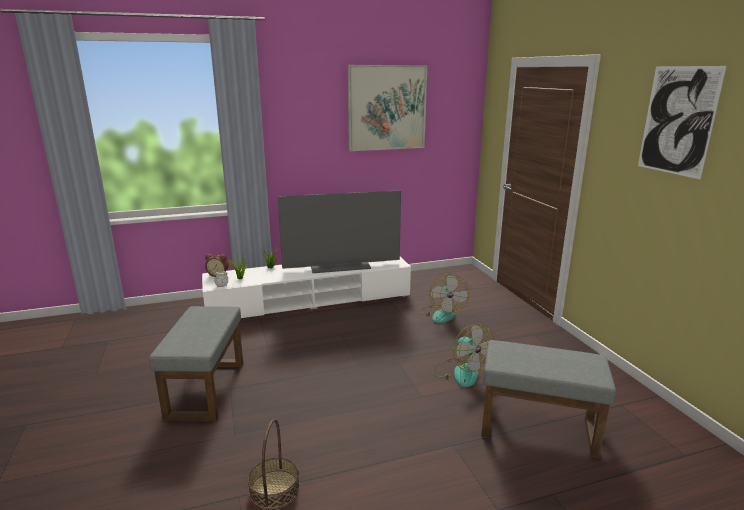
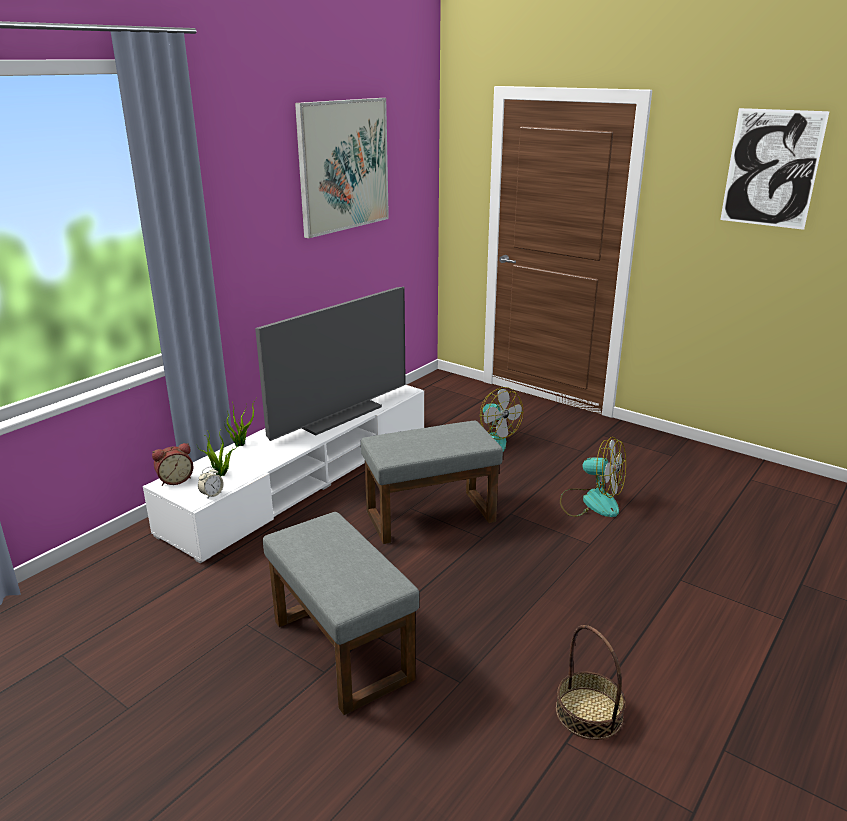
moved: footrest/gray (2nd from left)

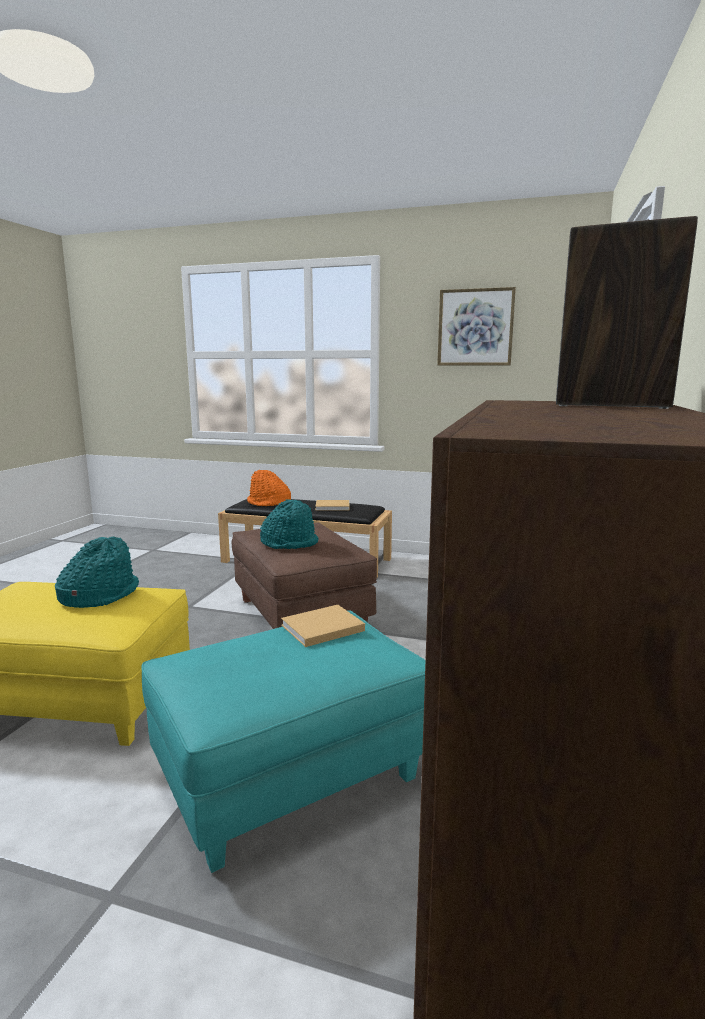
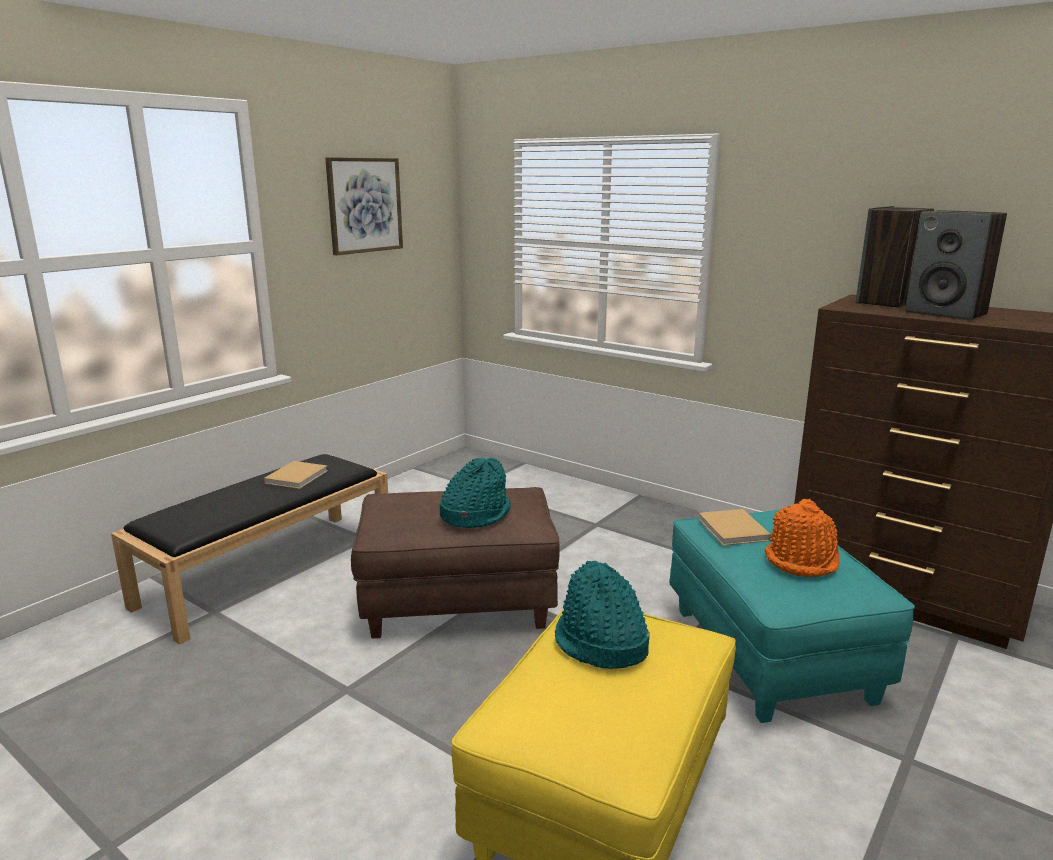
added: audio speaker (2nd from left)
moved: wearable hat/orange-coloured

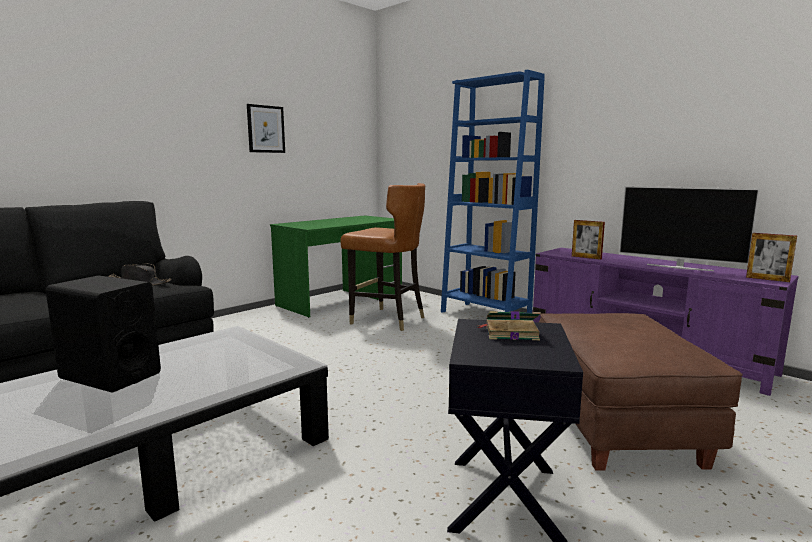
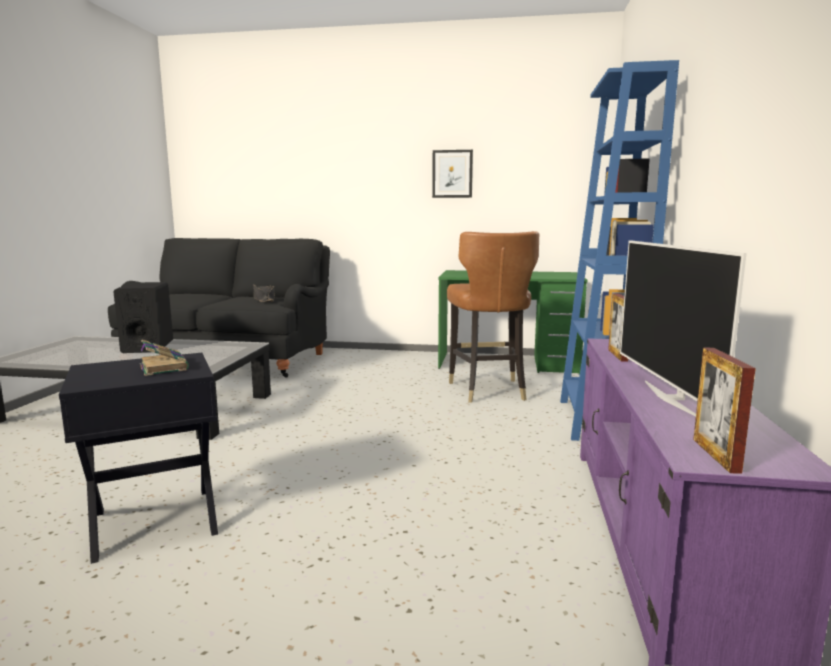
removed: footrest/brown-coloured

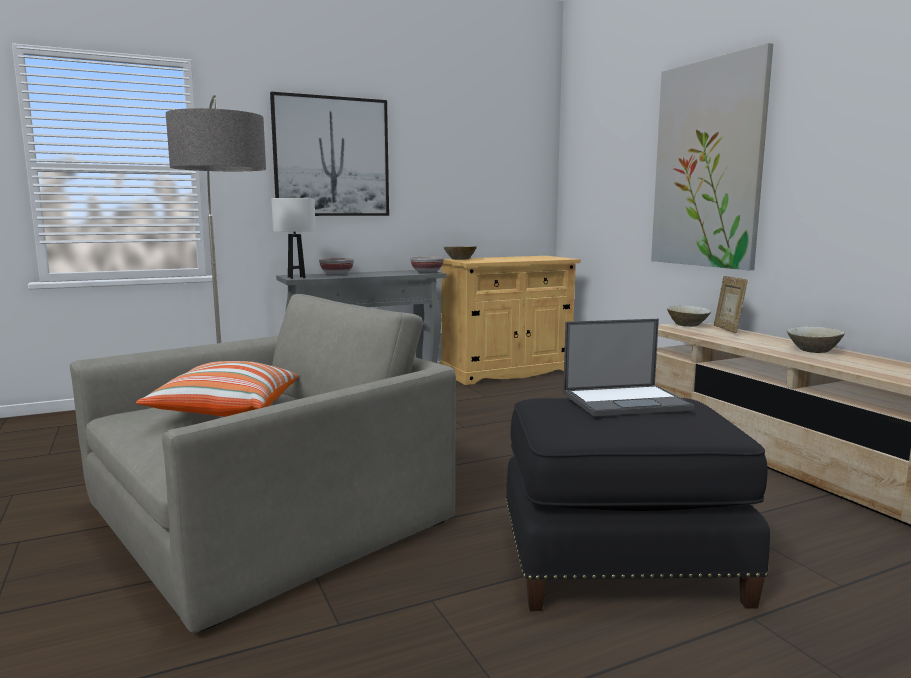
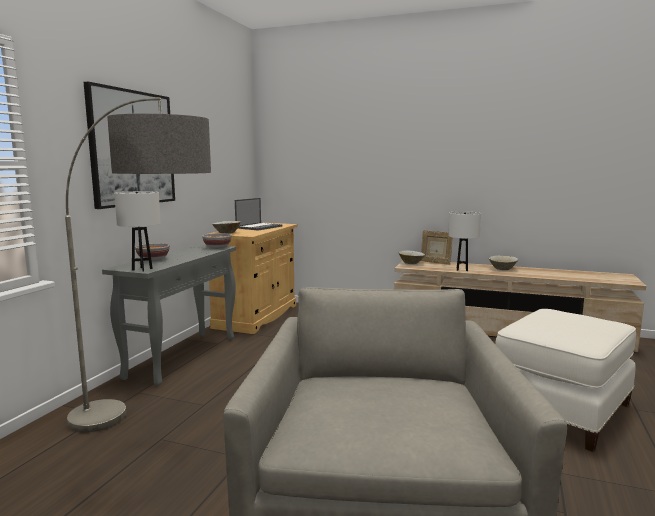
removed: throw pillow; picture (2nd from left)
added: table lamp/whitish (2nd from left)
moved: portable computer
recoloured: footrest/black to footrest/whitish

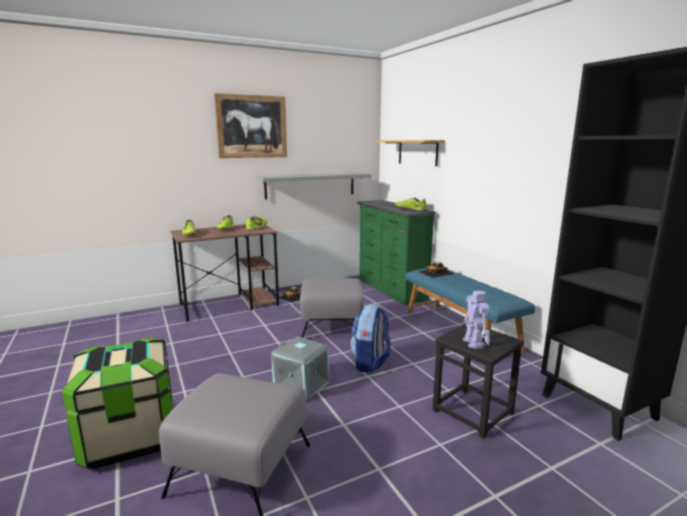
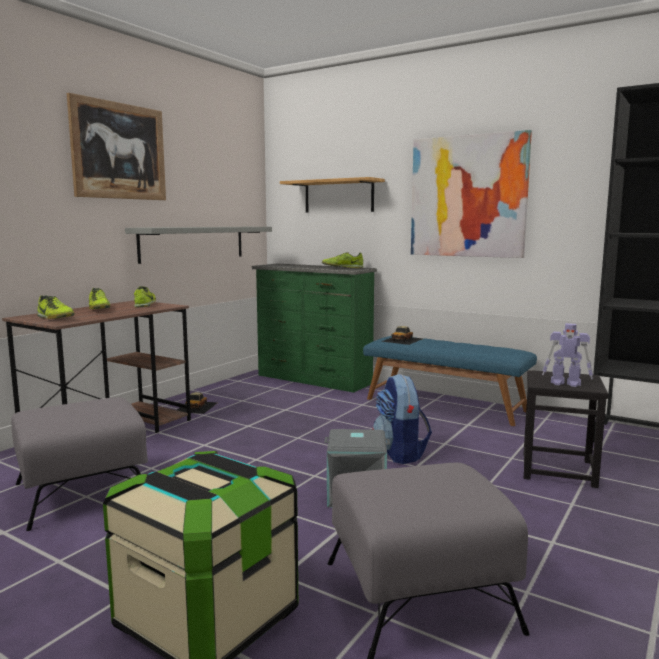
added: picture (2nd from left)
moved: footrest/gray (2nd from left in the first image) to footrest/gray (1st from left)
turned: robot figure 150 degrees clockwise

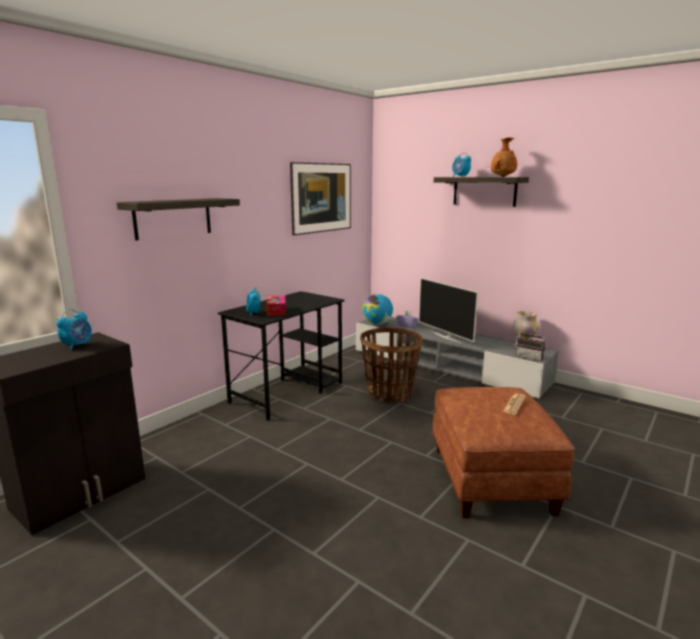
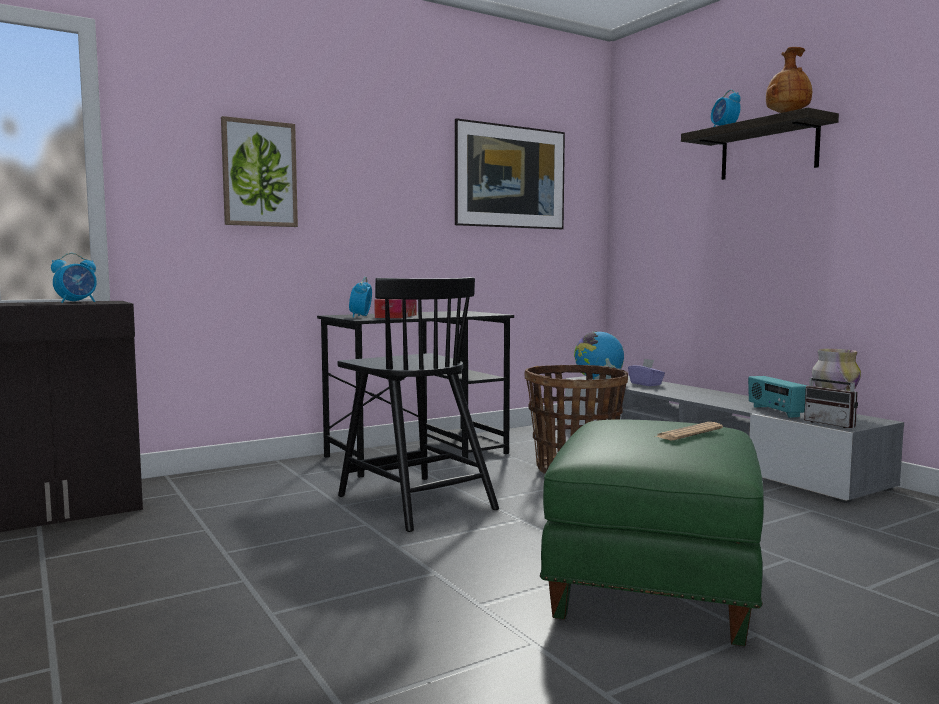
removed: television
added: chair/black; radio (1st from left)
replaced: shelf (1st from left) to picture (1st from left)
recoloured: footrest/brown-coloured to footrest/green

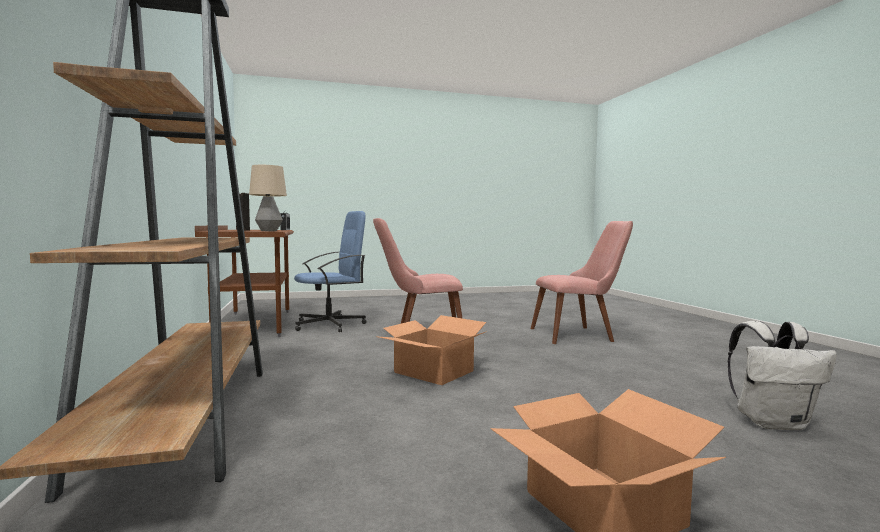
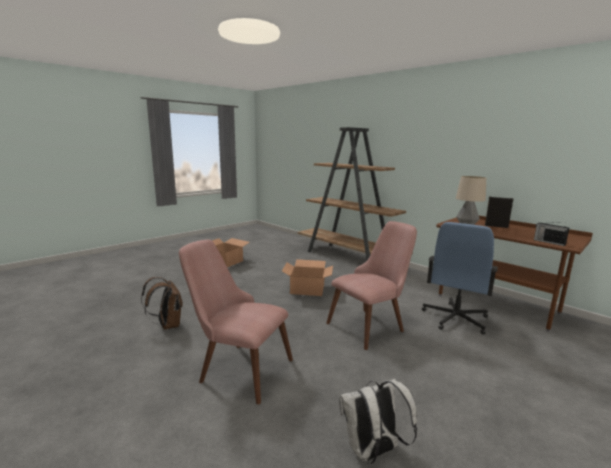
added: rucksack/brown-coloured
moved: rucksack/whitish
turned: chair/pinkish (2nd from left in the first image) 60 degrees clockwise

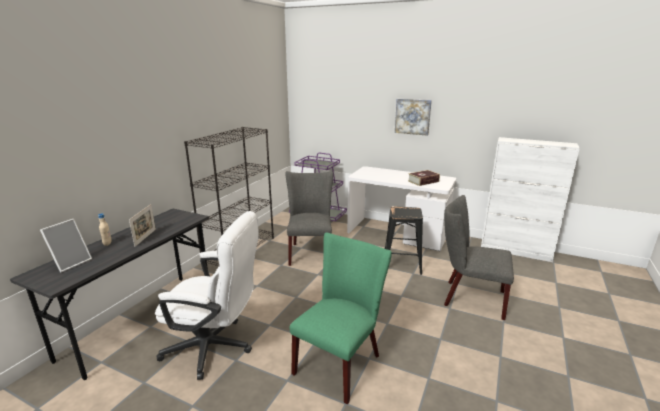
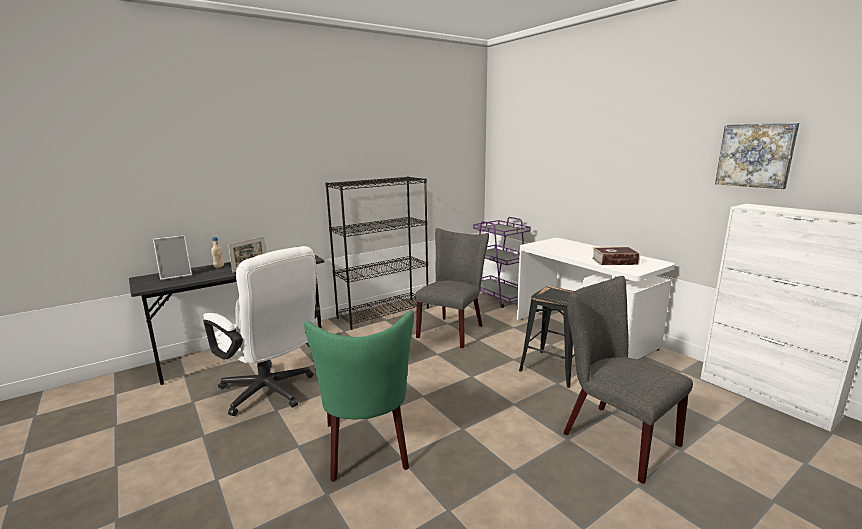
moved: picture
turned: chair/green 105 degrees clockwise

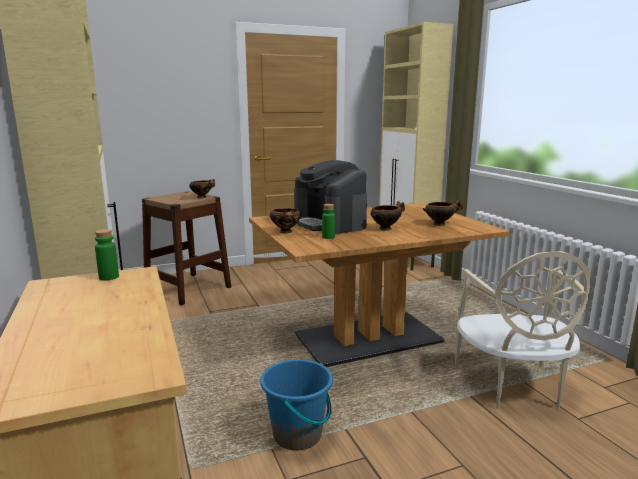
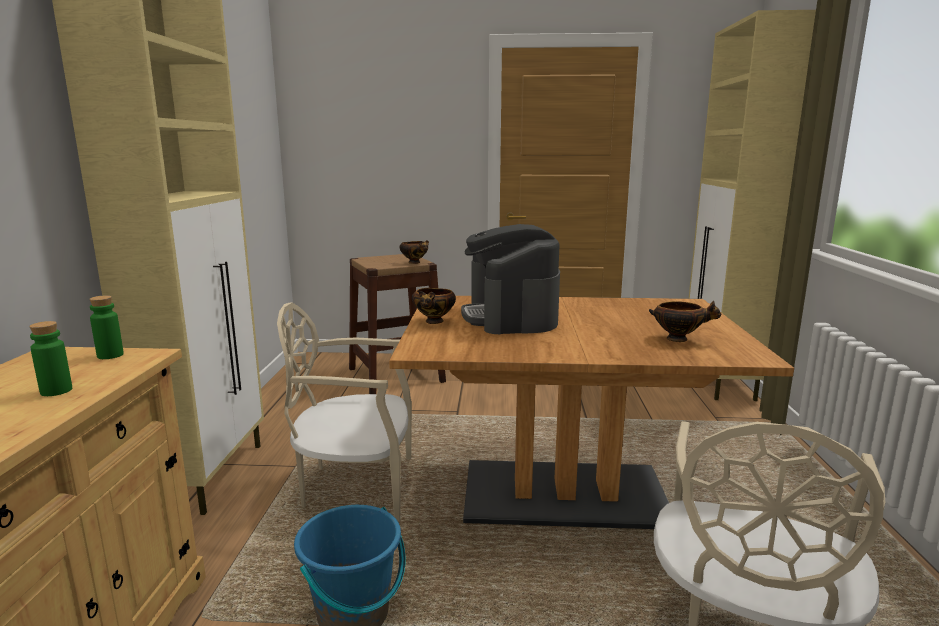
removed: serving bowl (3rd from left)
added: chair/beige-coloured (1st from left)
moved: beverage bottle/green (2nd from left in the first image) to beverage bottle/green (1st from left)

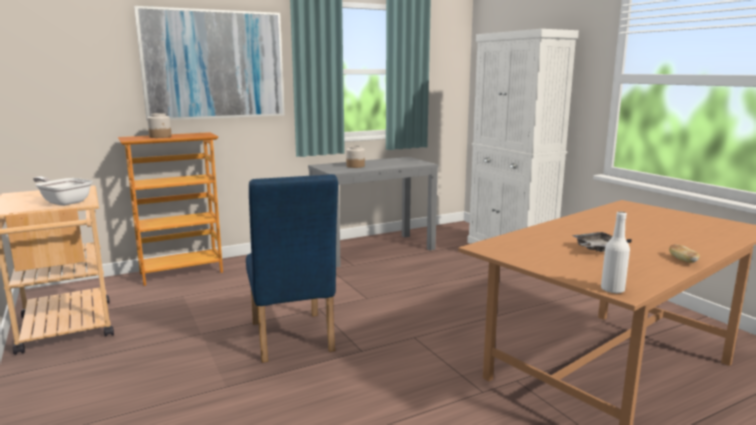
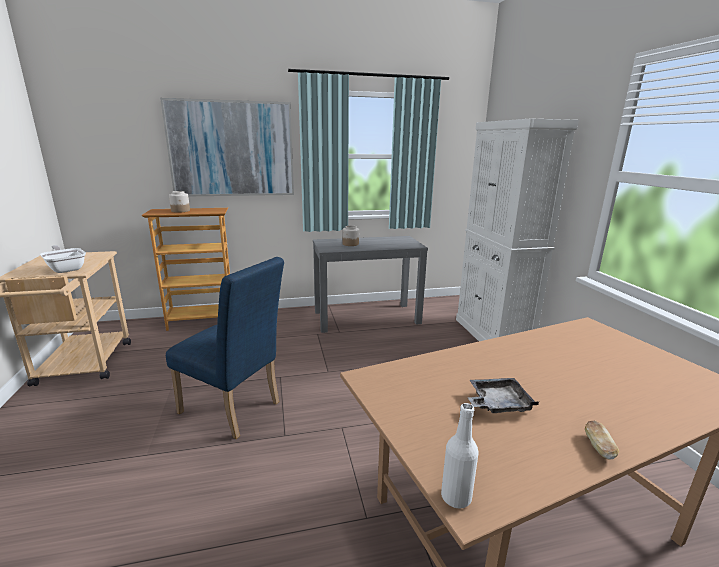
turned: chair/blue 60 degrees counterclockwise

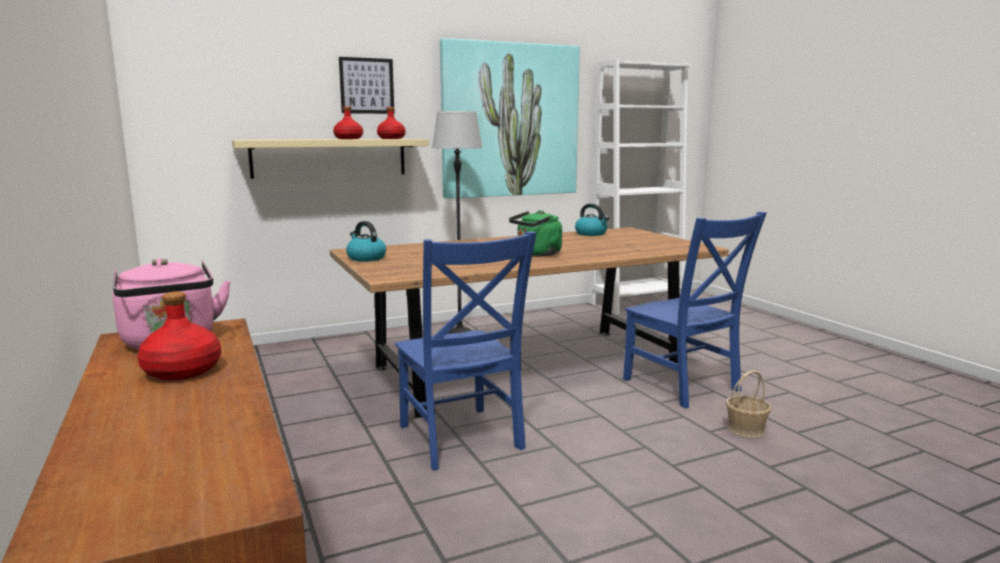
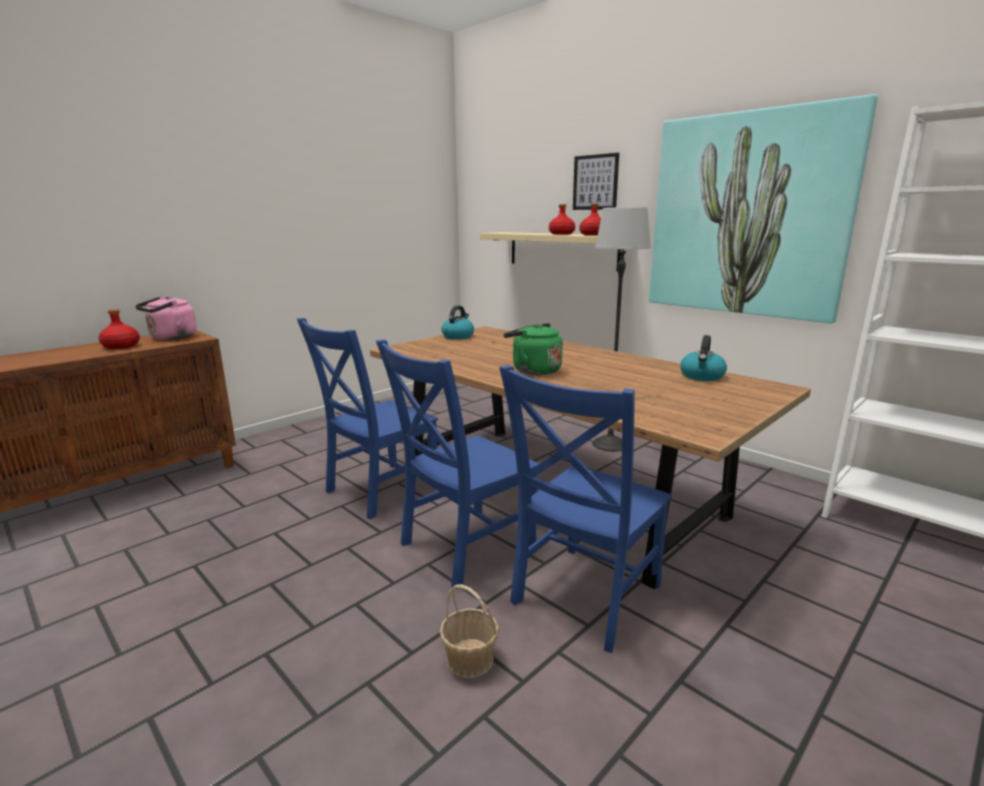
added: chair/blue (2nd from left)

